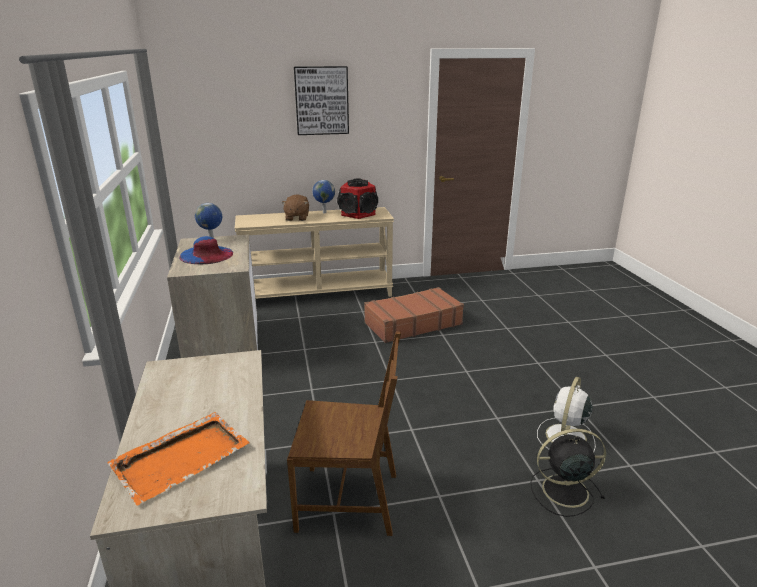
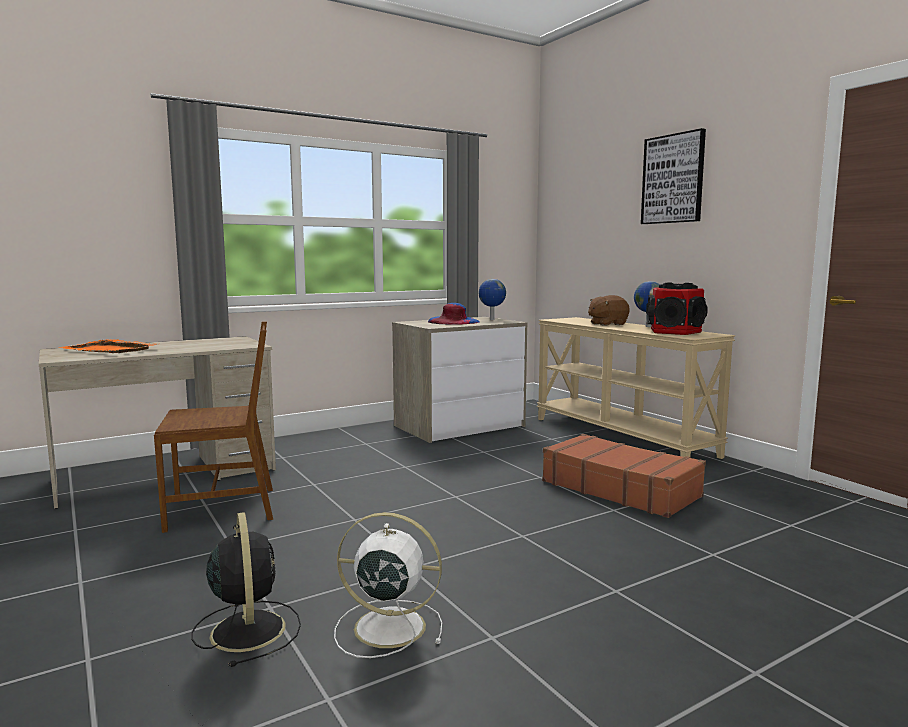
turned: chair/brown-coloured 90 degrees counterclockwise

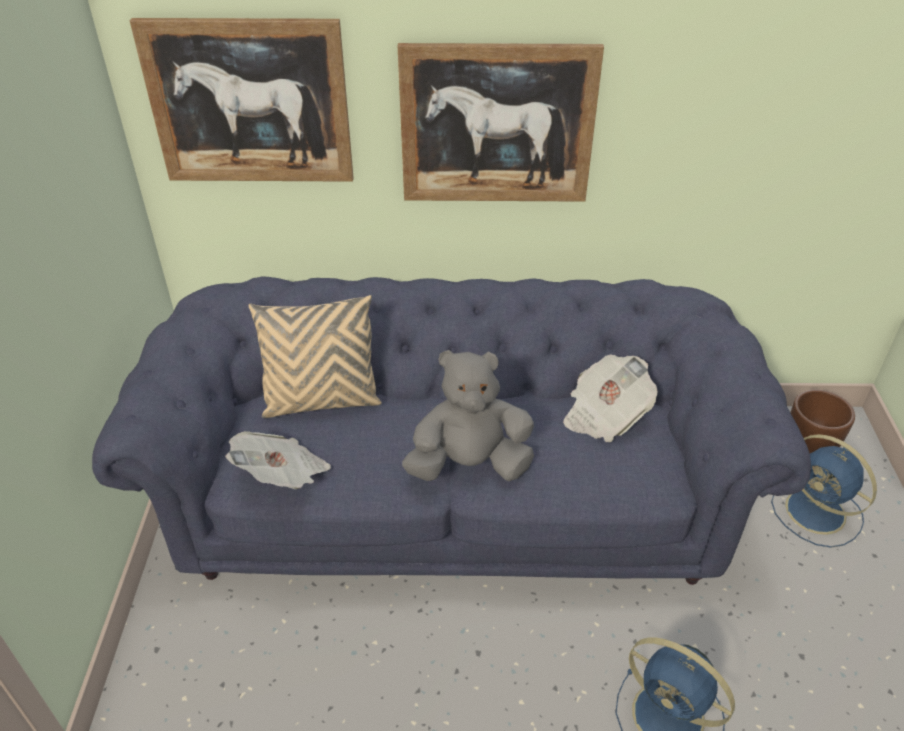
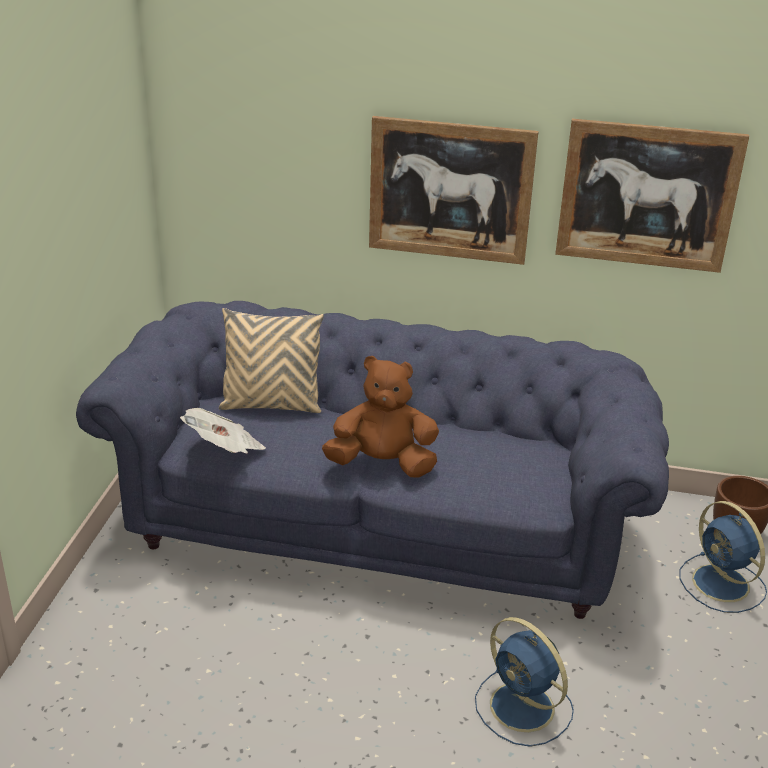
removed: printed paper (2nd from left)
moved: picture (1st from left in the first image) to picture (2nd from left)
recoloured: plush toy/gray to plush toy/brown-coloured

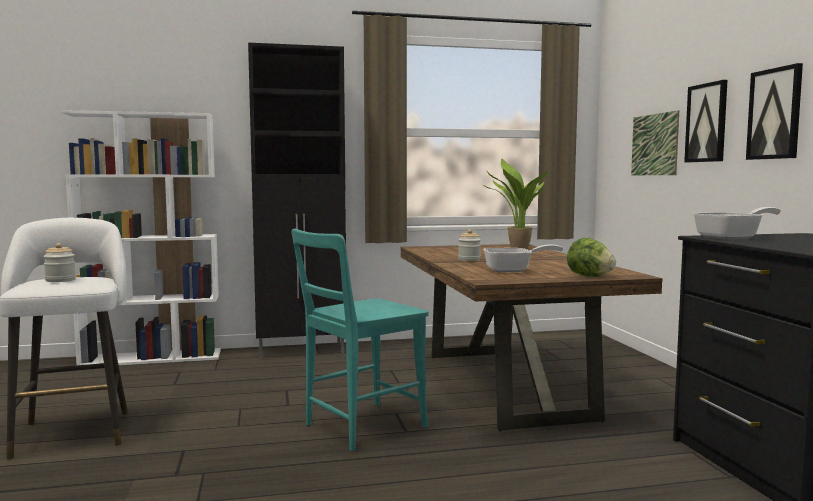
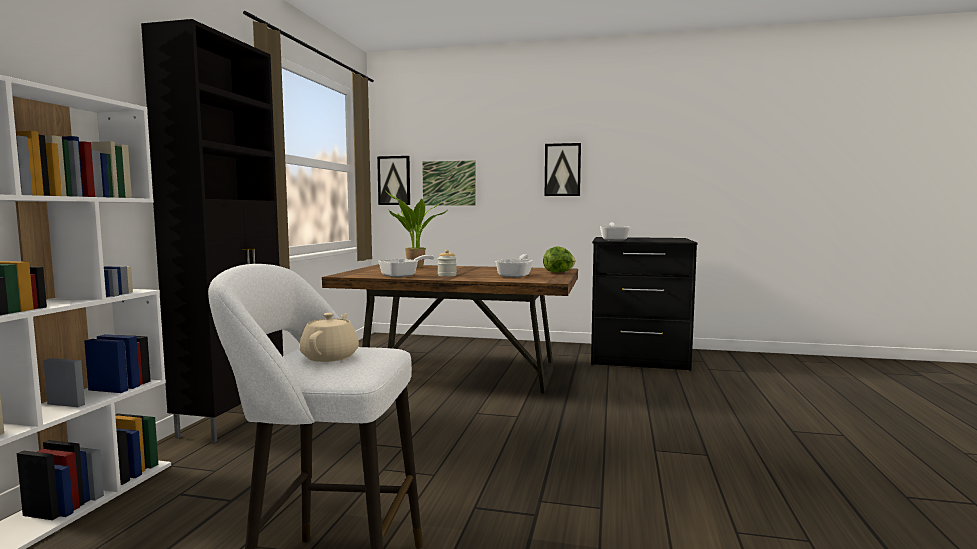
removed: chair/blue-green
added: frying pan (1st from left)
moved: picture (2nd from left in the first image) to picture (1st from left)
replaced: storage jar (1st from left) to teapot/beige-coloured

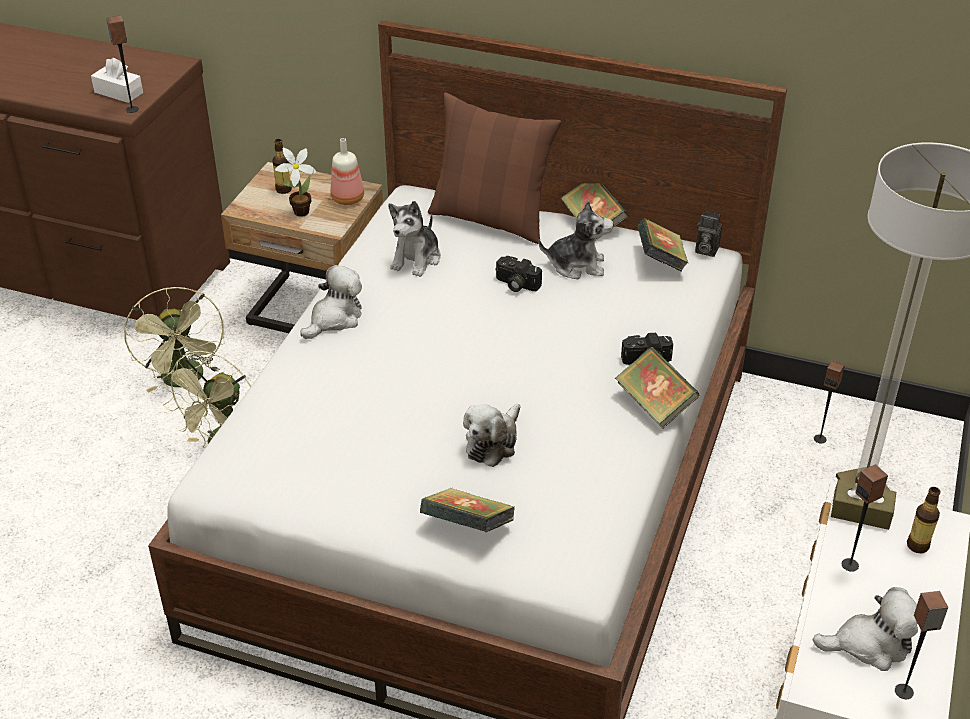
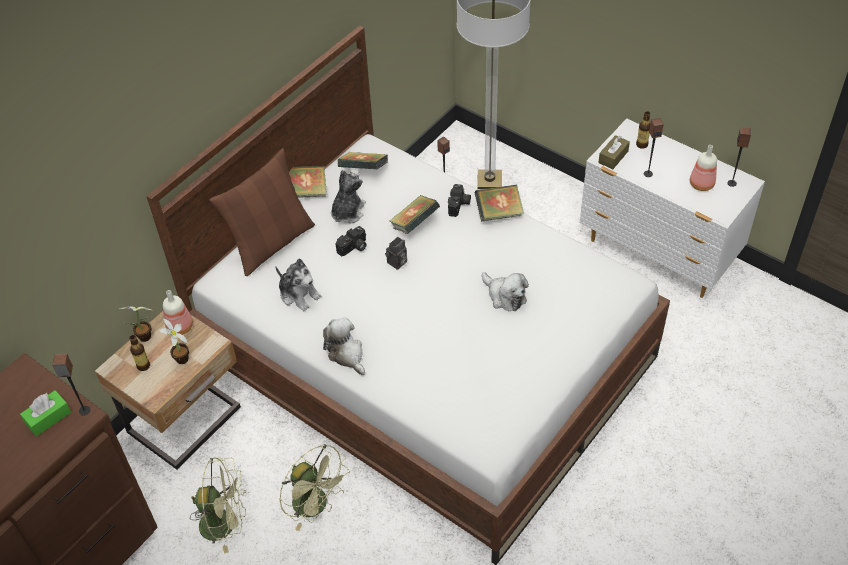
added: potted plant (1st from left)
moved: bound book (1st from left in the first image) to bound book (3rd from left); still camera (3rd from left in the first image) to still camera (2nd from left)
replaced: plush toy (5th from left) to beverage bottle (4th from left)
recoloured: tissue holder/whitish to tissue holder/green

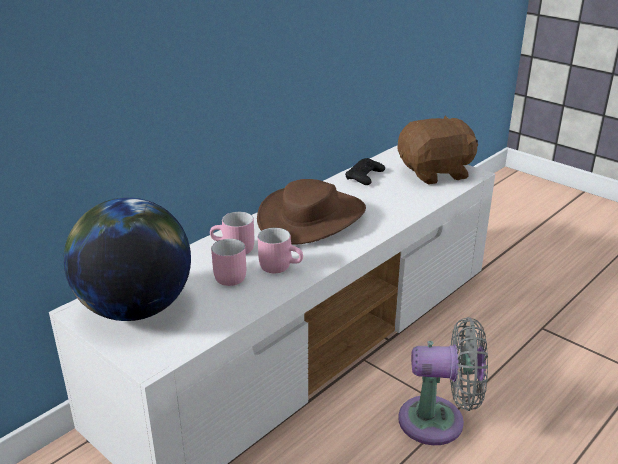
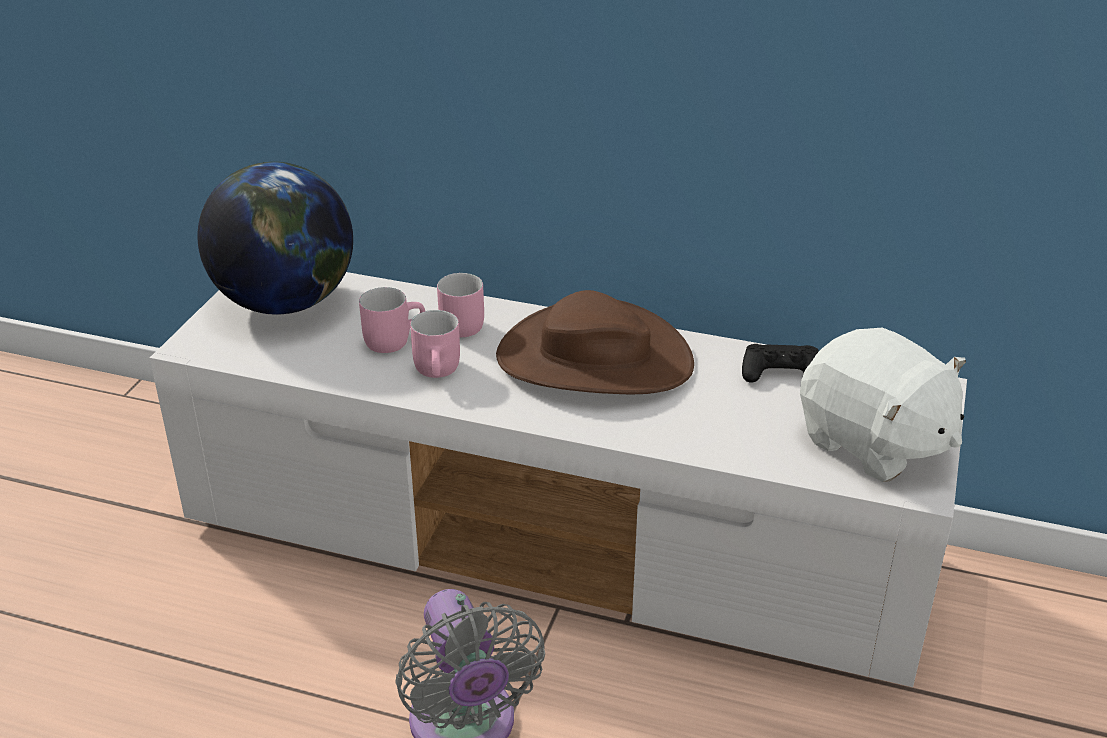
recoloured: plush toy/brown-coloured to plush toy/whitish

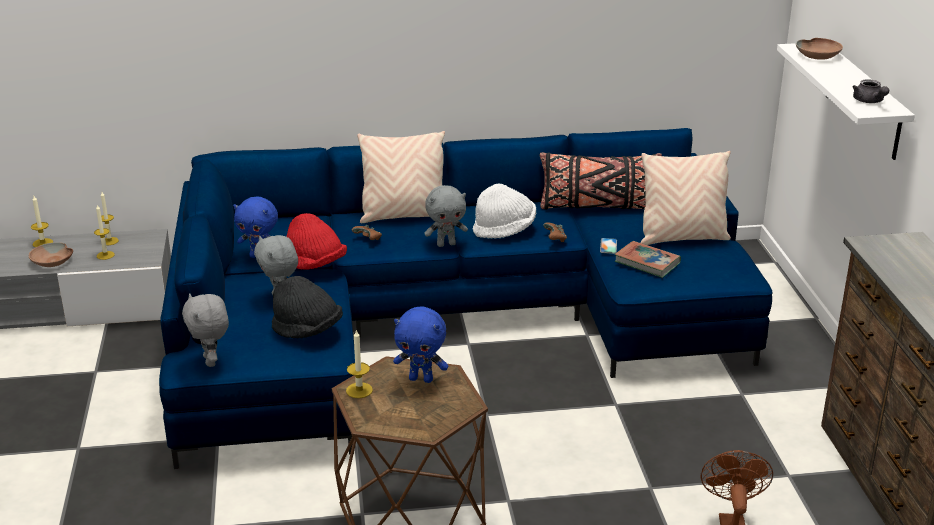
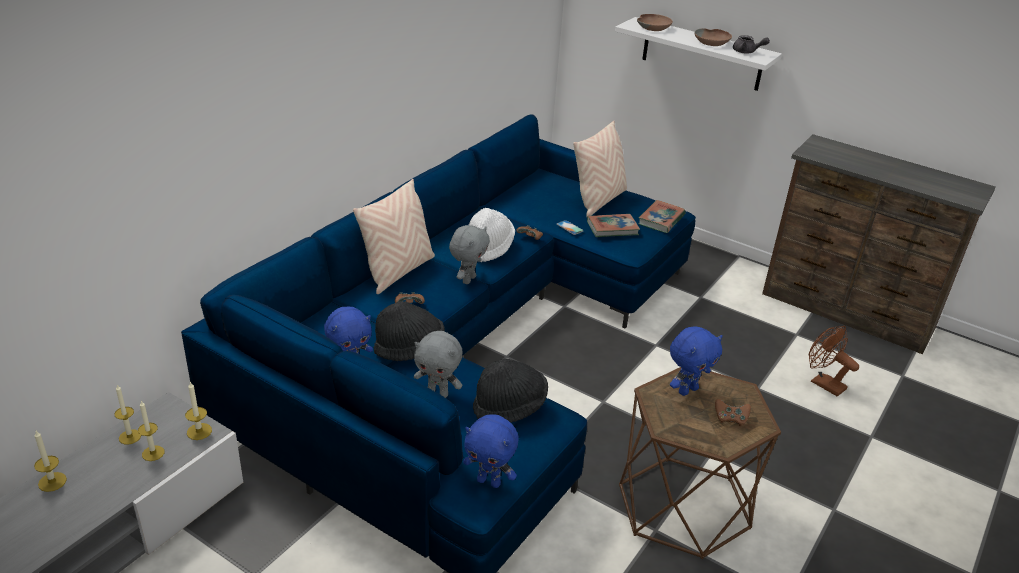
removed: throw pillow/black
added: bound book (2nd from left); game controller/brown-coloured (3rd from left)
moved: serving bowl/brown-coloured (1st from left in the first image) to serving bowl/brown-coloured (2nd from left); wax light (4th from left)
recoloured: plush toy/gray (1st from left) to plush toy/blue (2nd from left); wearable hat/red to wearable hat/black (1st from left)

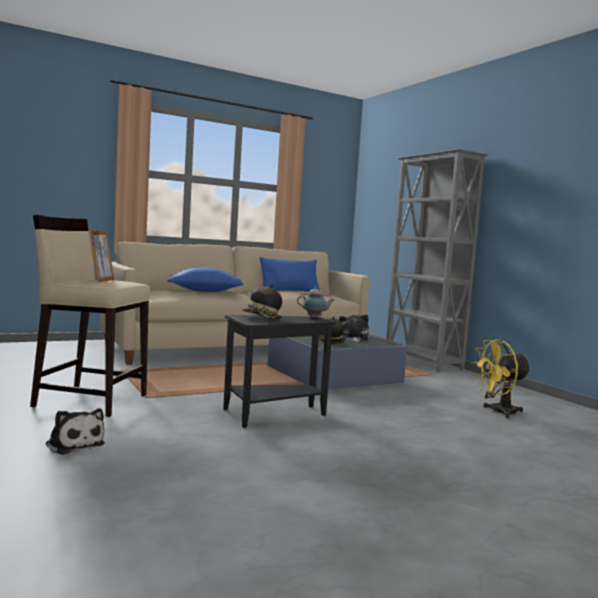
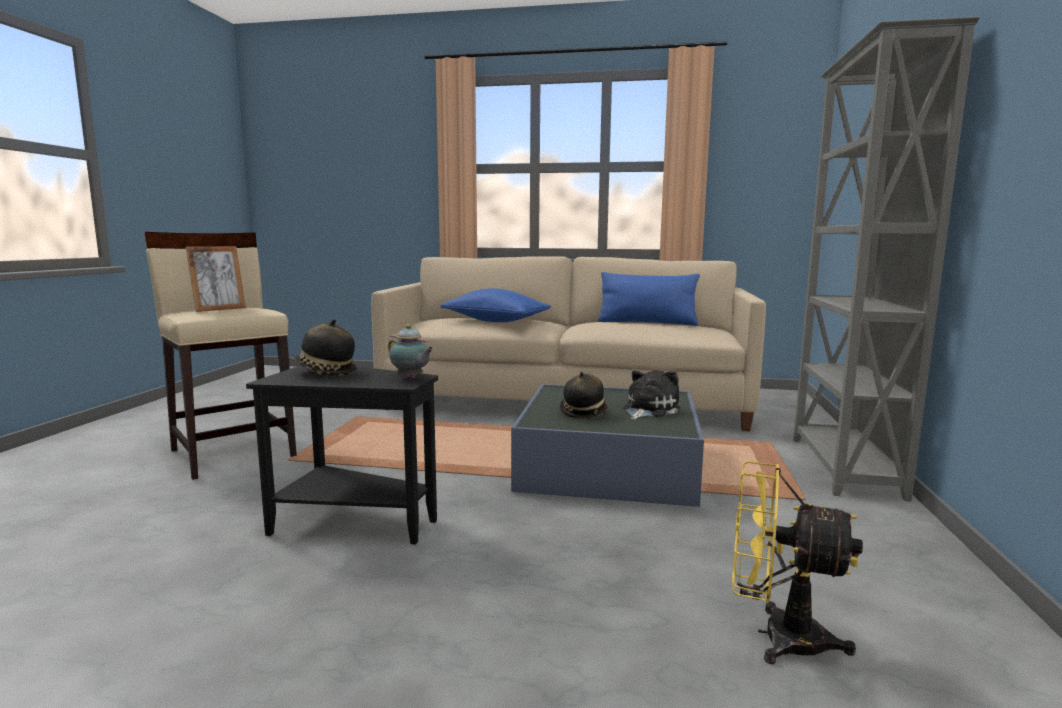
removed: plush toy (1st from left)

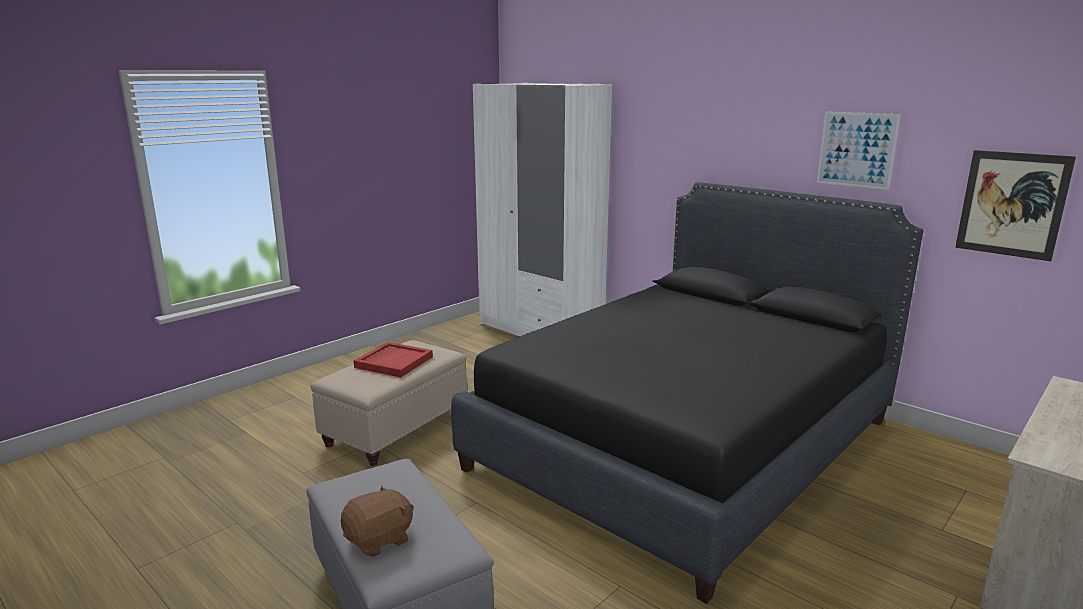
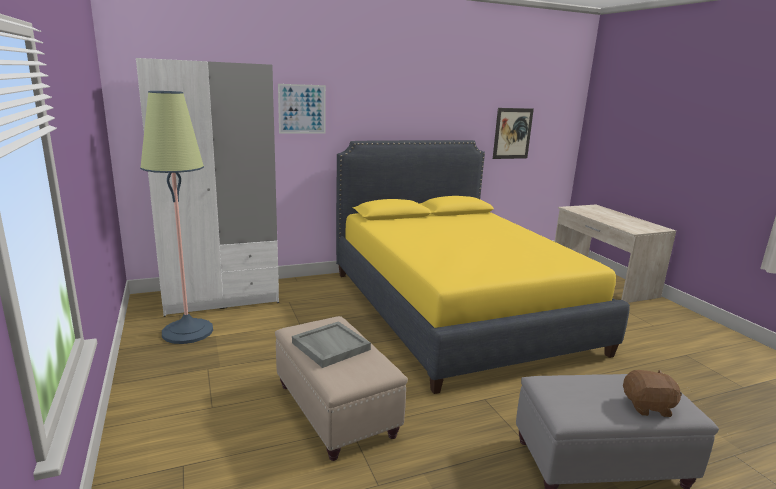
added: standing lamp
moved: picture (1st from left)
recoloured: serving tray/red to serving tray/gray; sleeping bed/black to sleeping bed/yellow
turned: plush toy/brown-coloured 105 degrees clockwise

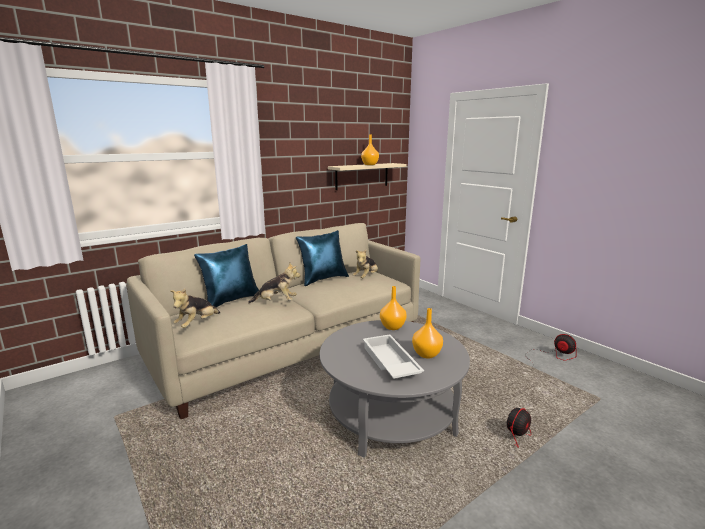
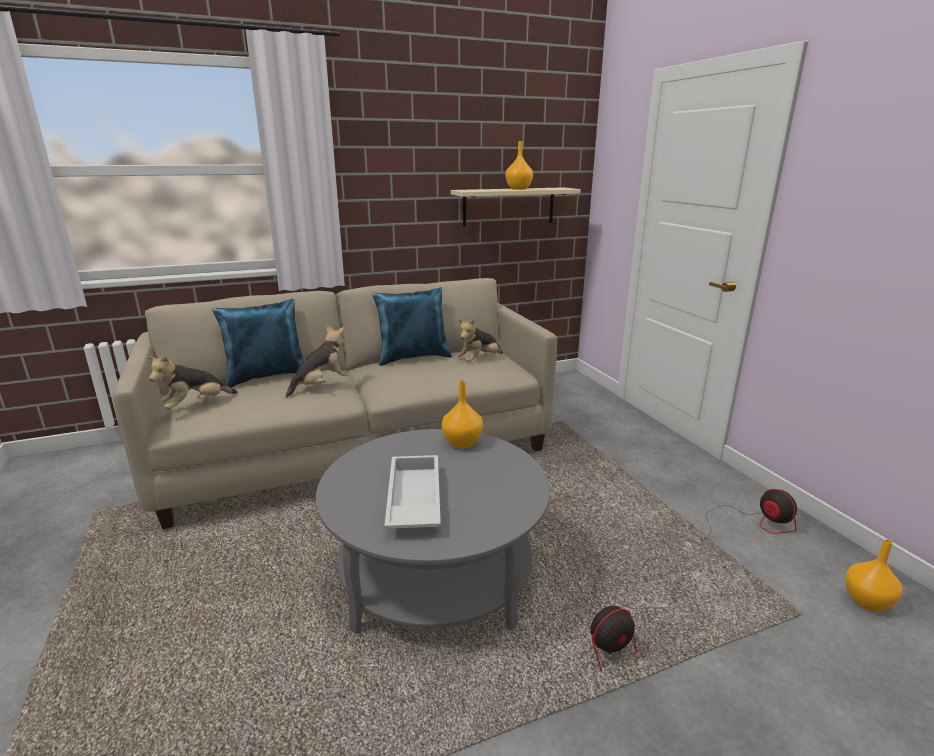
moved: flower vase/orange-coloured (3rd from left)
turned: plush toy (2nd from left) 60 degrees counterclockwise

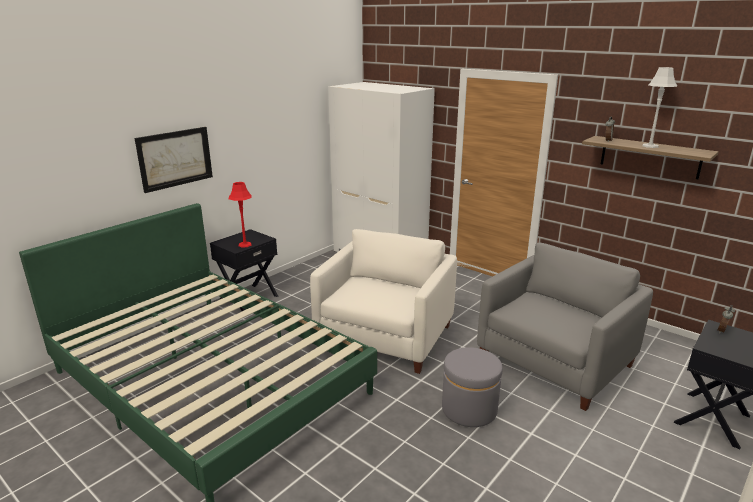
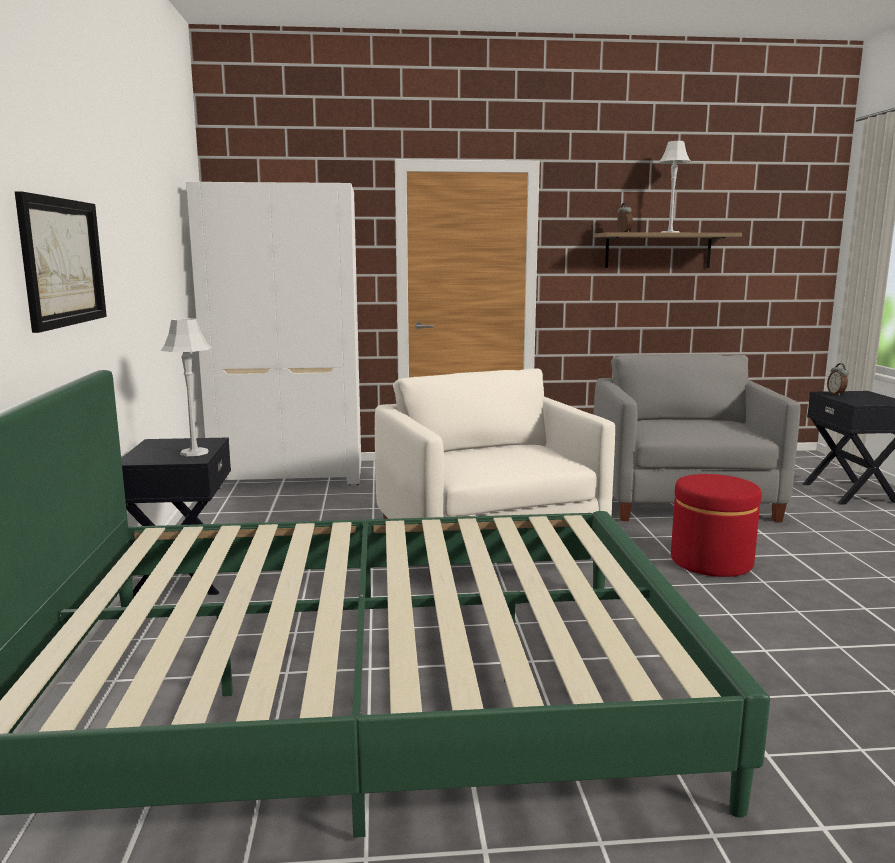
recoloured: table lamp/red to table lamp/gray (1st from left); footrest/gray to footrest/red

